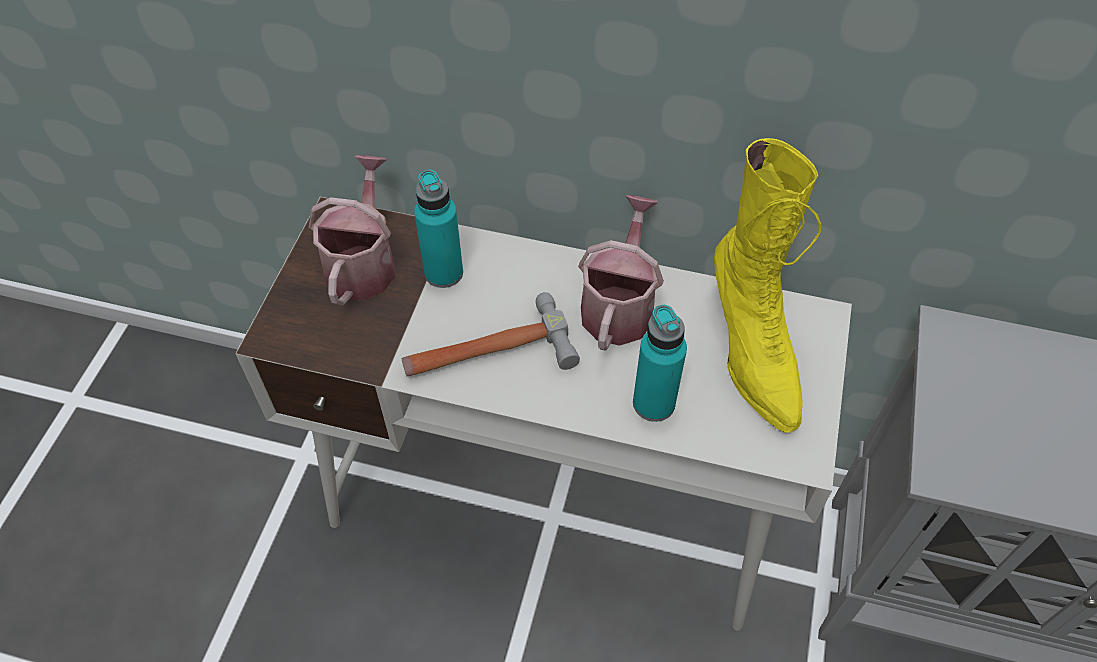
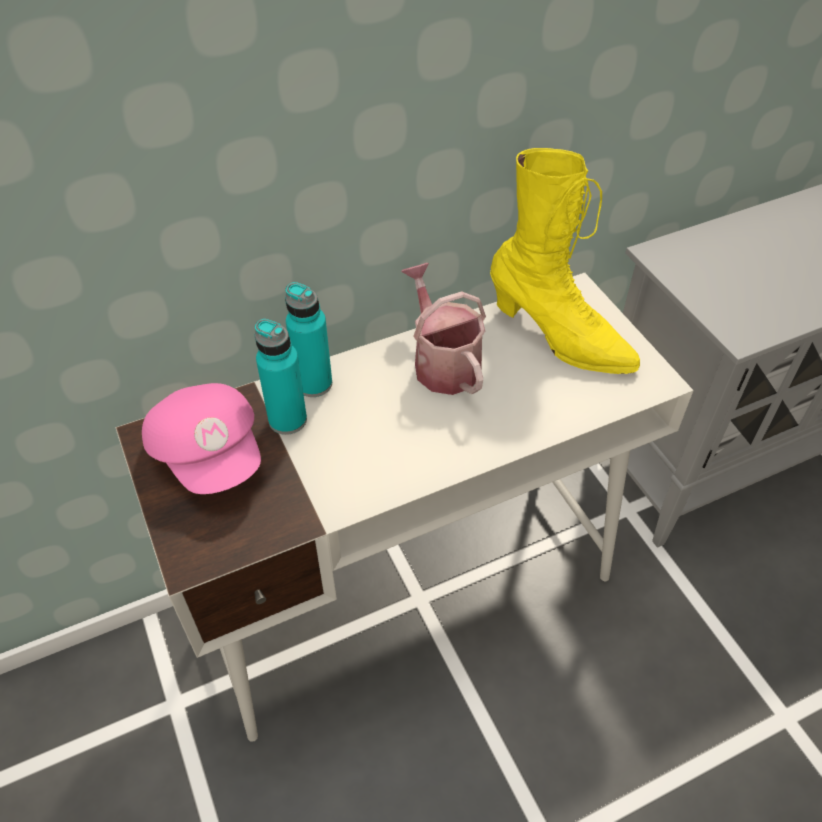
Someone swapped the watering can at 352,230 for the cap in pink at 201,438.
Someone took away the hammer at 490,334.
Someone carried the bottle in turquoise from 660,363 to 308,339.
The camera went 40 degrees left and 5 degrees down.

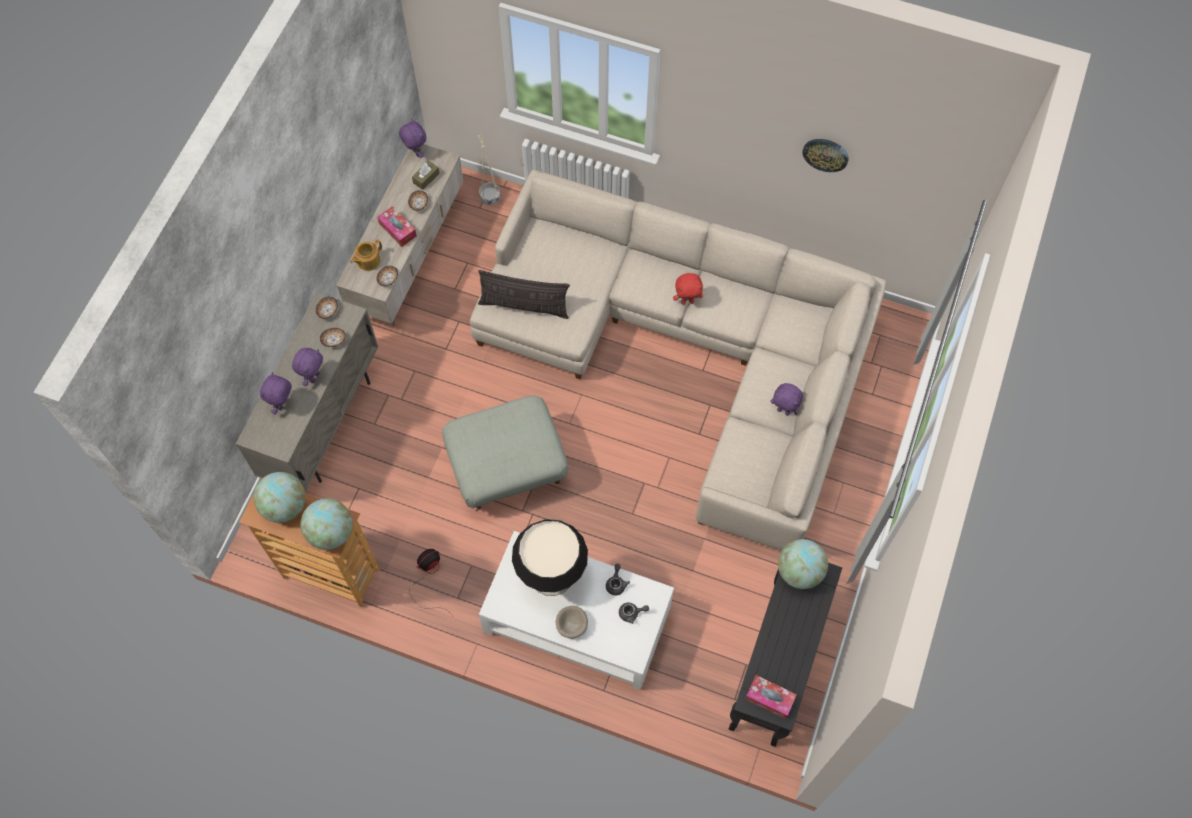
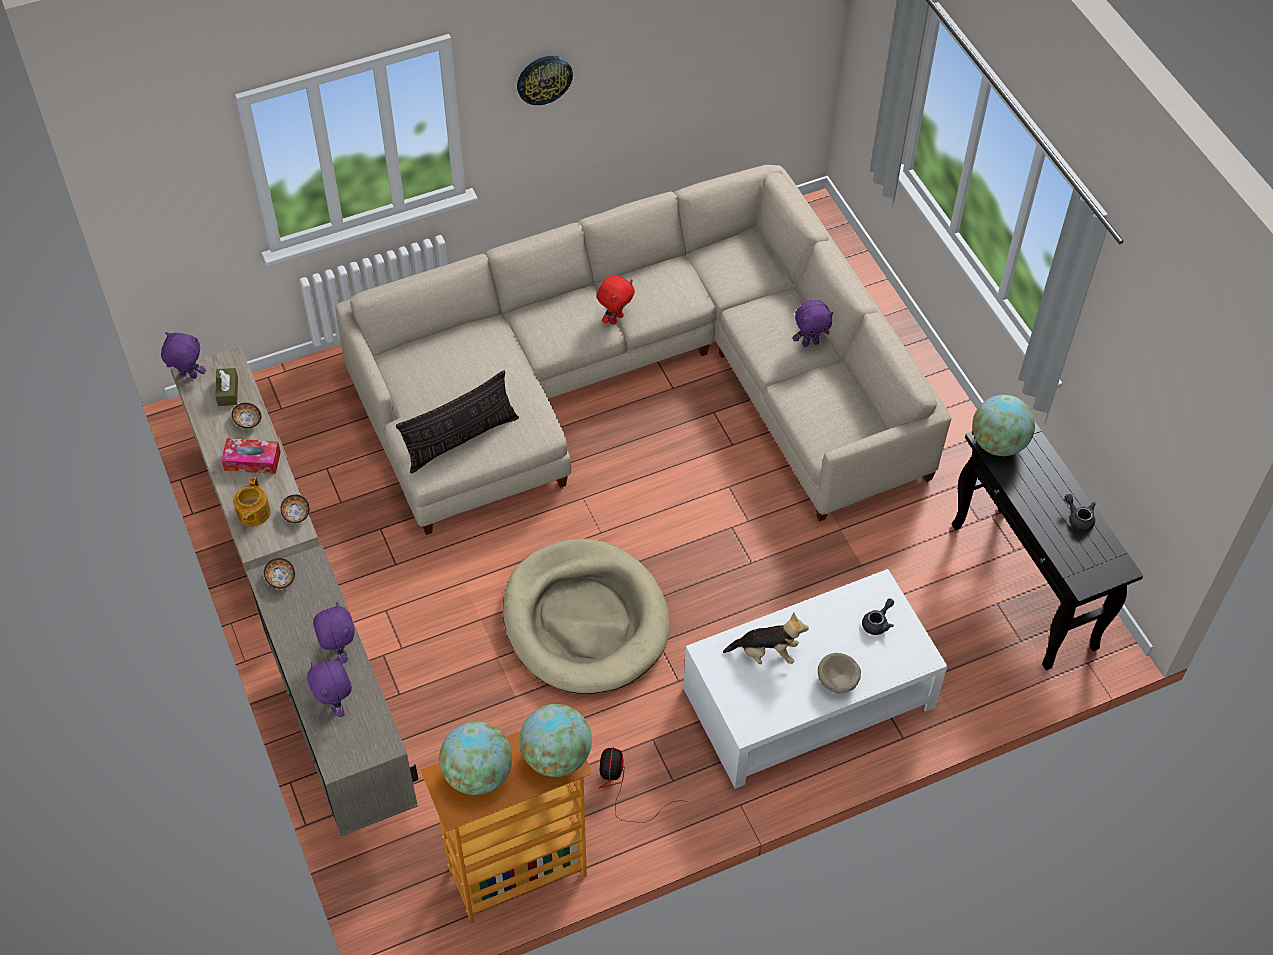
Someone took away the planter in beige at 489,168.
Someone carried the wall clock from 825,155 to 545,80.
Someone took away the bowl at 333,337.
Someone swapped the ottoman in grey at 505,453 for the dog bed in beige at 586,616.
Someone swapped the table lamp at 550,557 for the plush toy at 766,638.
Someone carried the teapot in grey from 618,580 to 1080,512.
Someone took away the tissue box at 771,697.
The camera went 45 degrees left and 10 degrees down.

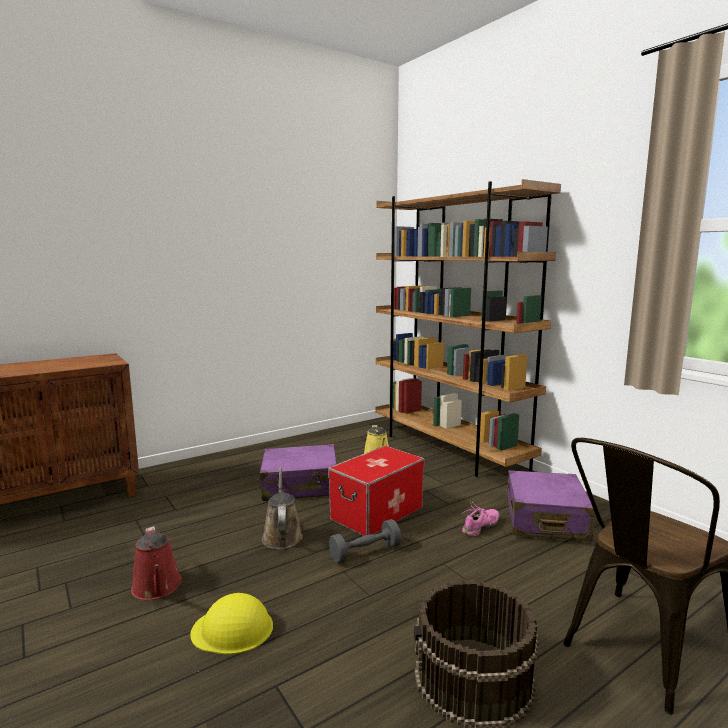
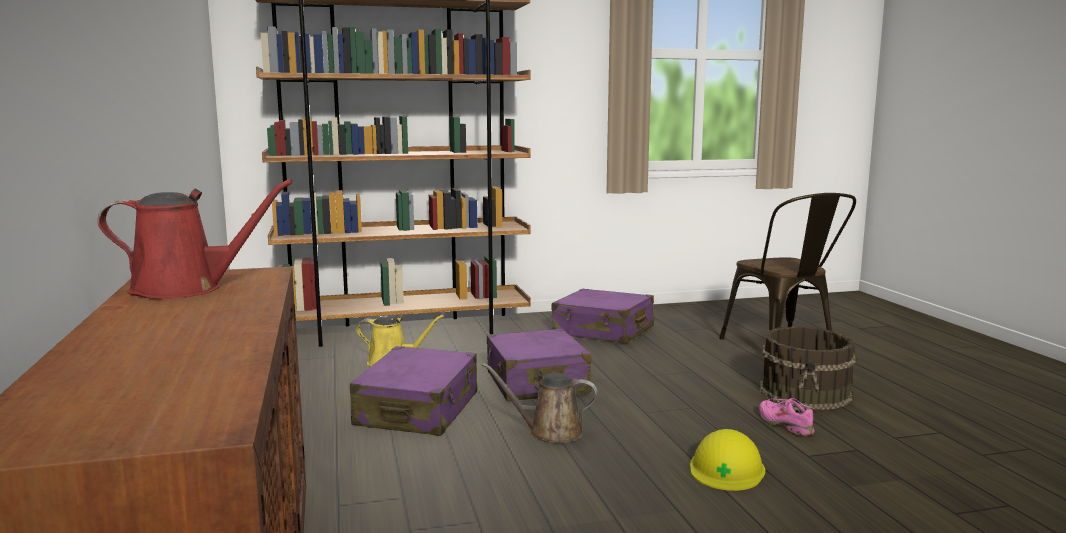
Someone swapped the storage box at 376,491 for the suitcase in purple at 539,364.
Someone carried the shoe in pink from 480,519 to 787,417.
Someone took away the dumbbell in grey at 365,541.
Someone carried the watering can in red from 156,563 to 195,239.
The camera went 70 degrees left and 0 degrees up.

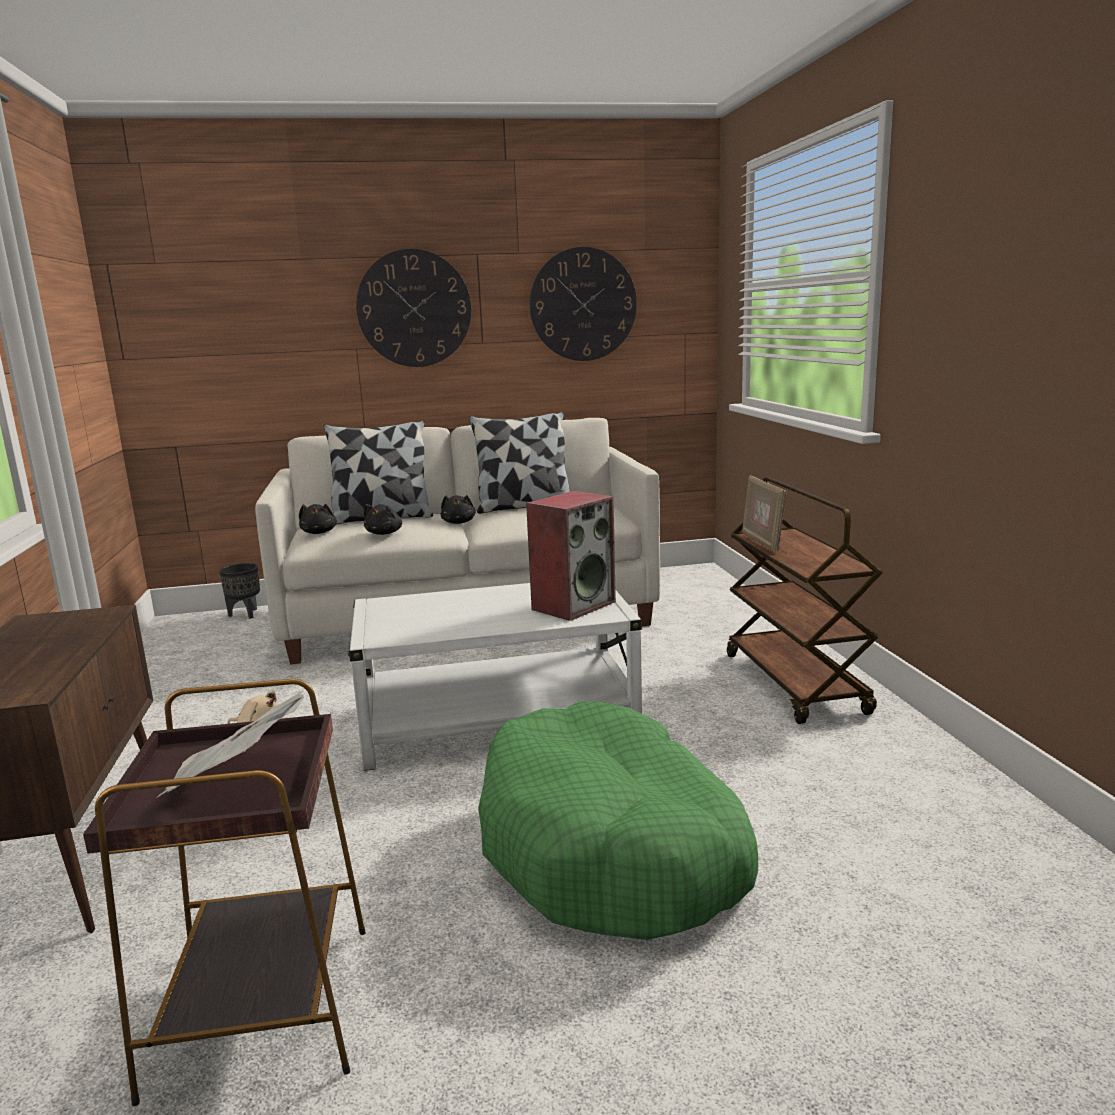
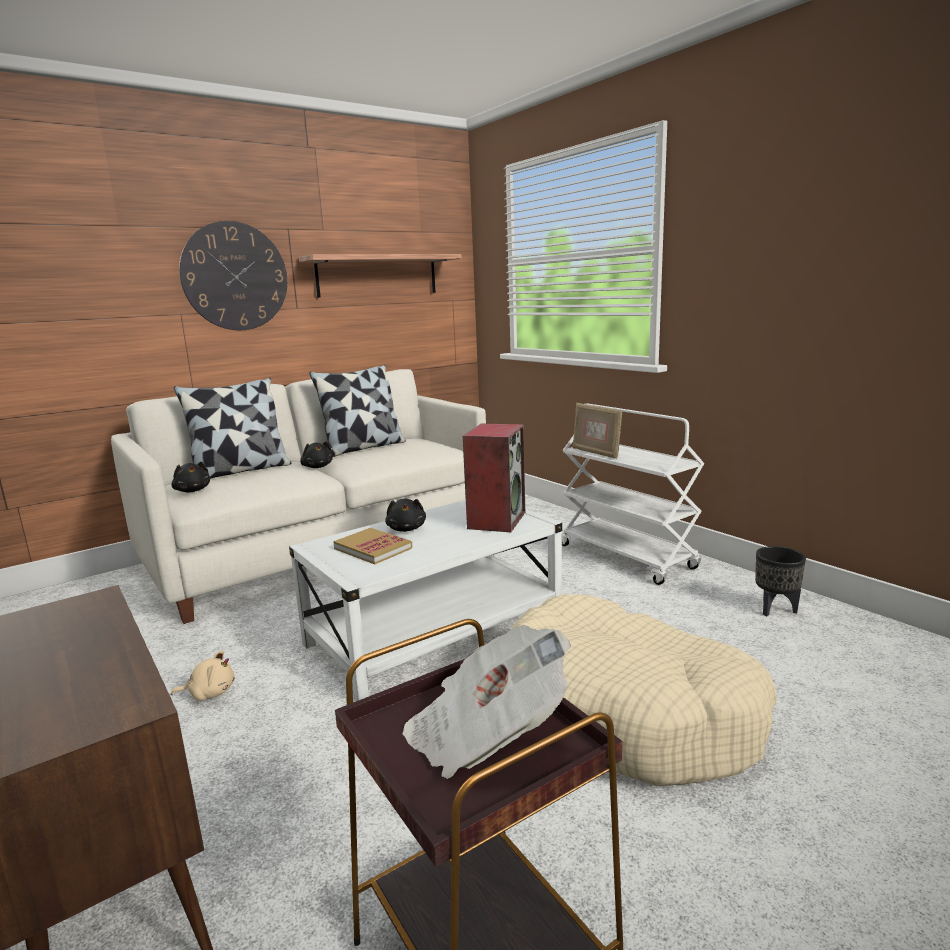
Someone swapped the wall clock at 583,304 for the shelf at 380,276.
Someone repainted the cart in brown at 805,600, which became the cart in white at 633,494.
Someone carried the plush toy in black from 383,519 to 405,515.
Someone carried the planter in black from 239,591 to 780,581.
Someone repainted the dog bed in green at 618,821, which became the dog bed in beige at 644,690.
Someone put down the book at 373,546.
The camera went 25 degrees left and 0 degrees up.

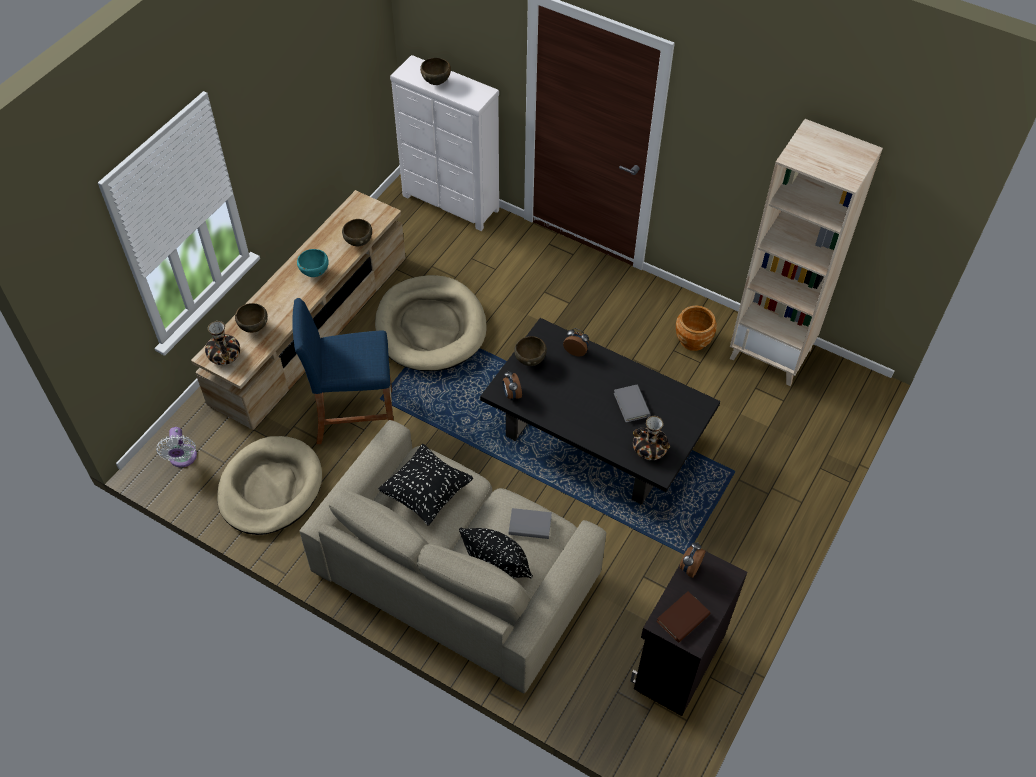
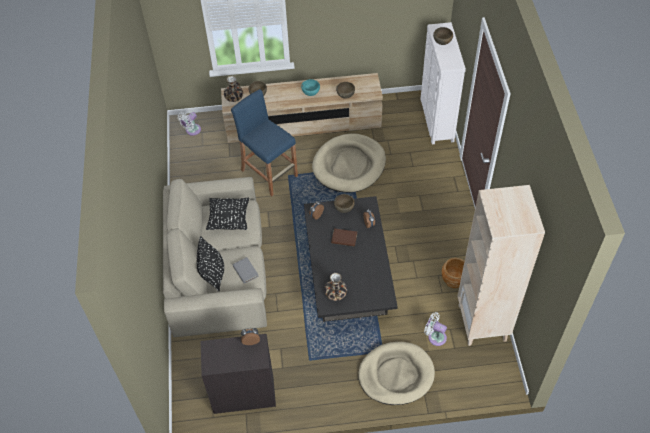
Someone took away the book in grey at 632,403.
Someone carried the dog bed in beige from 269,485 to 396,373.
Someone carried the book in brown from 683,617 to 344,237.
Someone put down the fan in white at 435,329.
The camera went 55 degrees right and 0 degrees up.

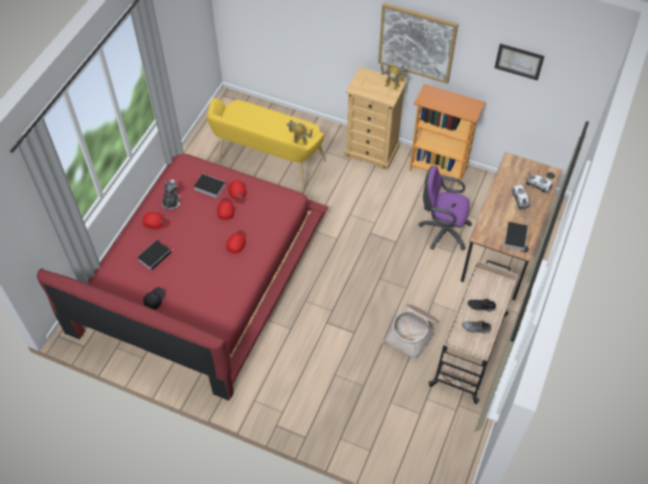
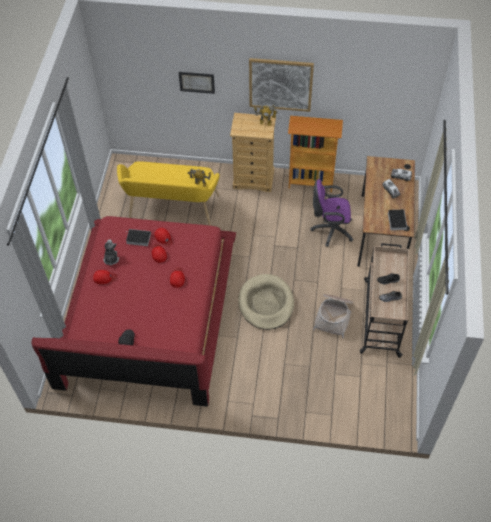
Someone carried the picture from 520,62 to 197,83.
Someone took away the book at 155,255.
Someone put down the dog bed in beige at 266,302.
The camera went 15 degrees left and 0 degrees up.

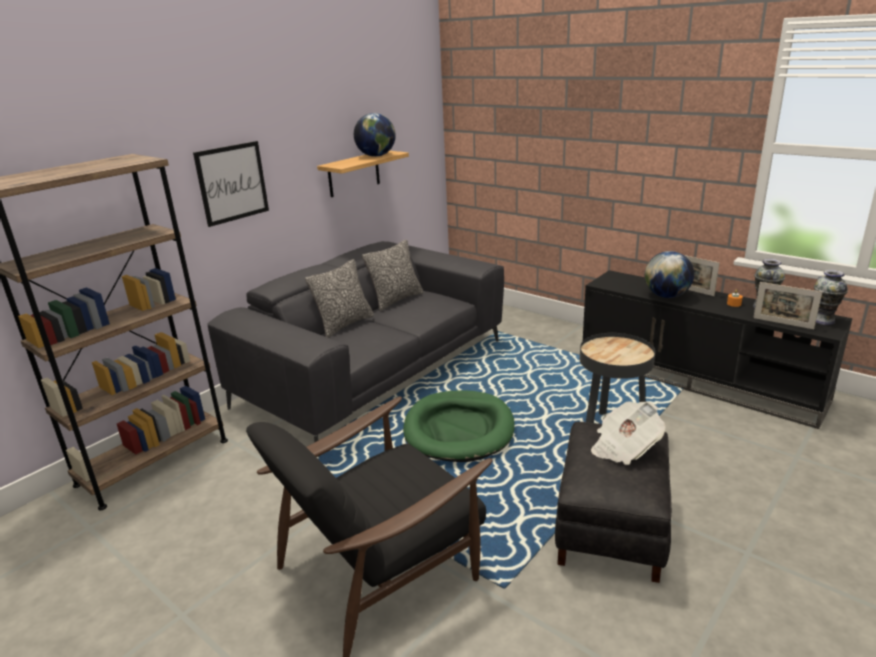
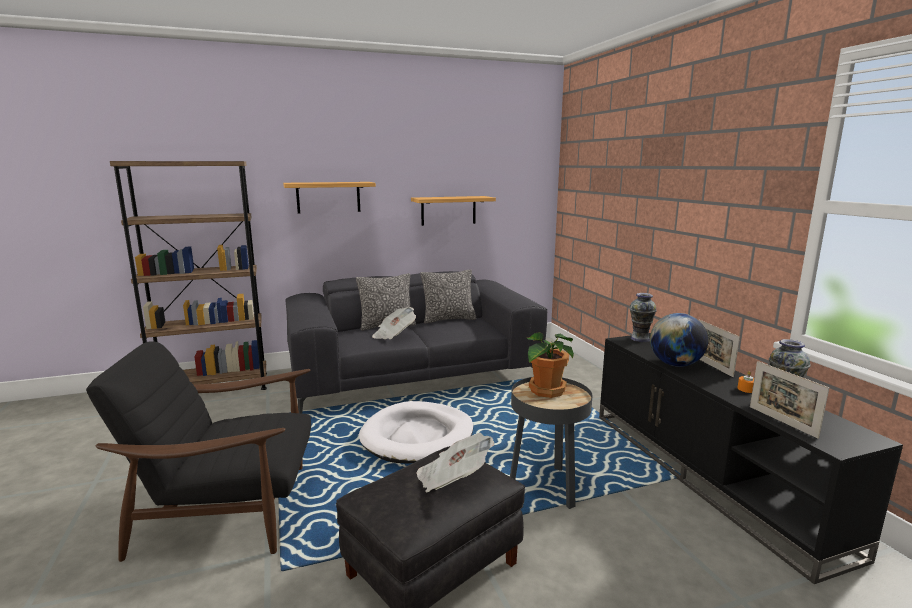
Someone took away the globe at 375,135.
Someone swapped the picture at 231,184 for the shelf at 329,198.
Someone carried the vase from 831,297 to 643,317.
Someone repainted the dog bed in green at 459,426, which became the dog bed in white at 416,432.
Someone put down the newspaper at 394,323.
Someone put down the potted plant at 550,365.
The camera went 30 degrees right and 10 degrees down.

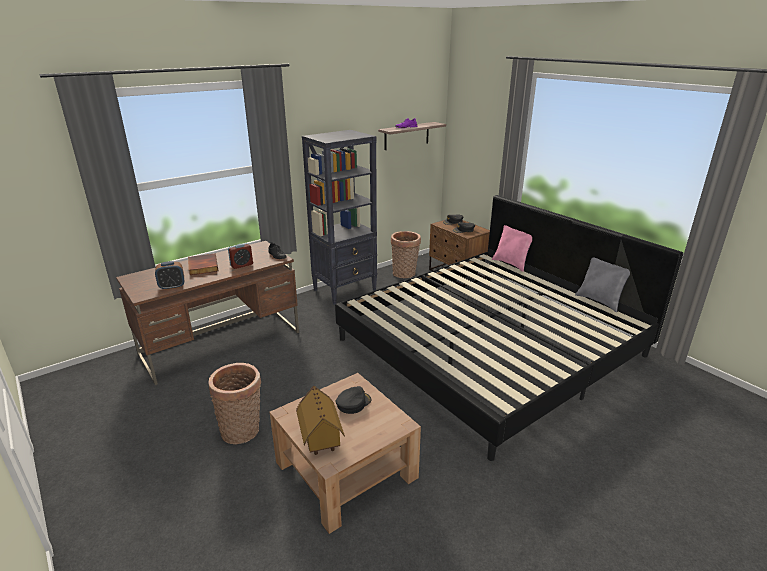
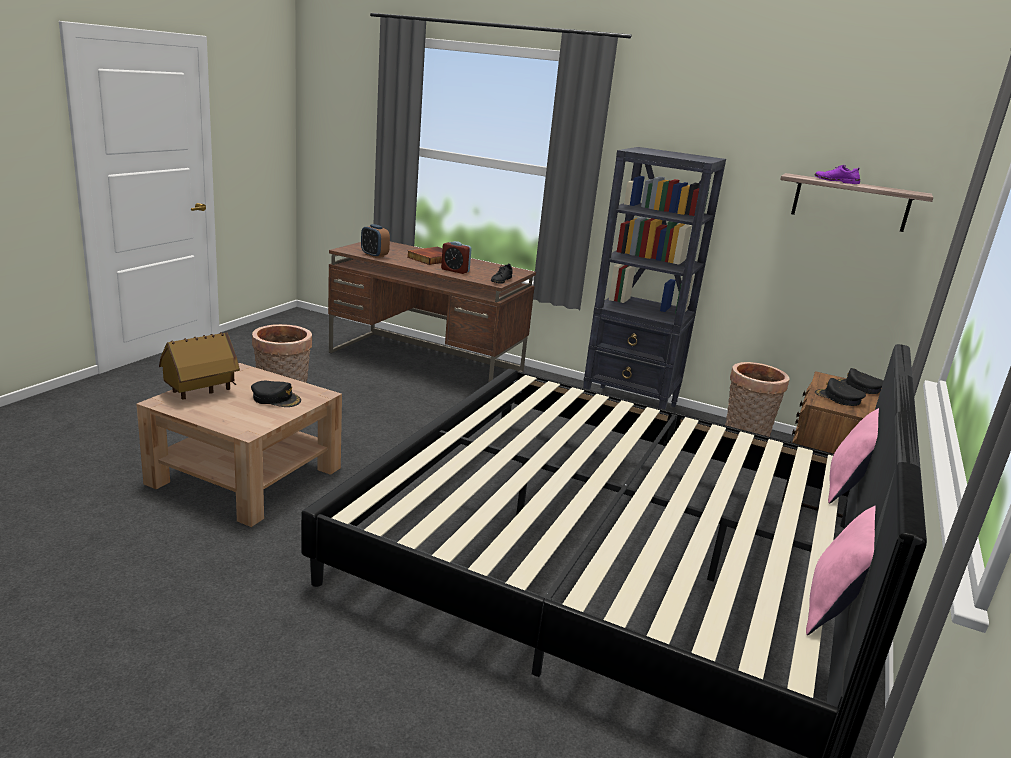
Someone repainted the pillow in grey at 602,284, which became the pillow in pink at 841,570.
The camera went 60 degrees right and 5 degrees down.

